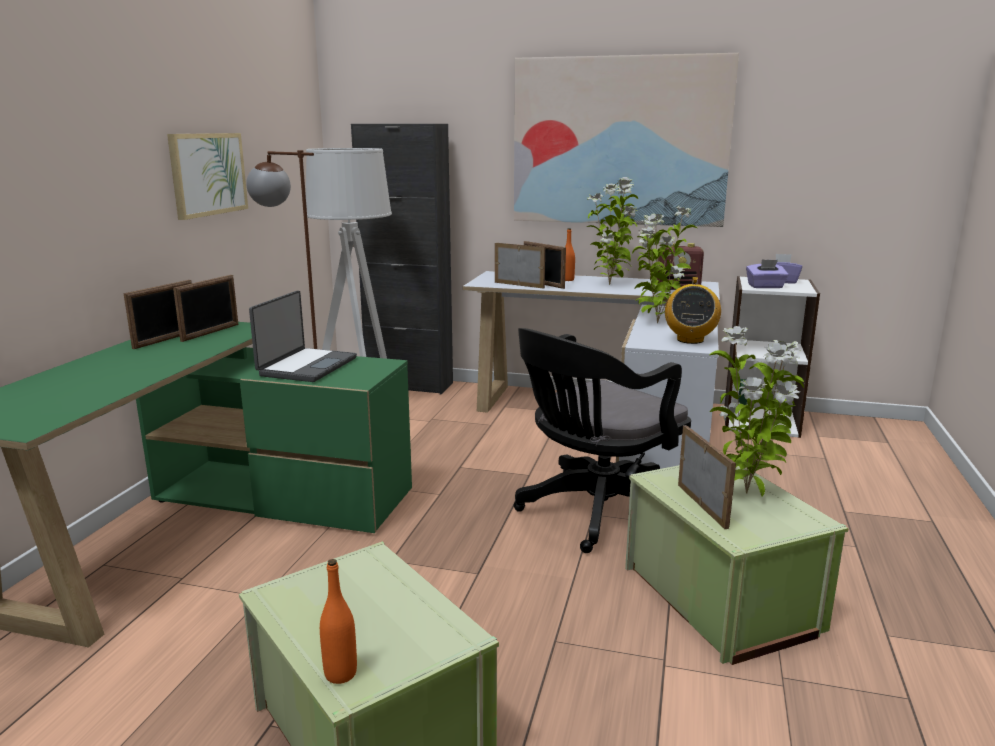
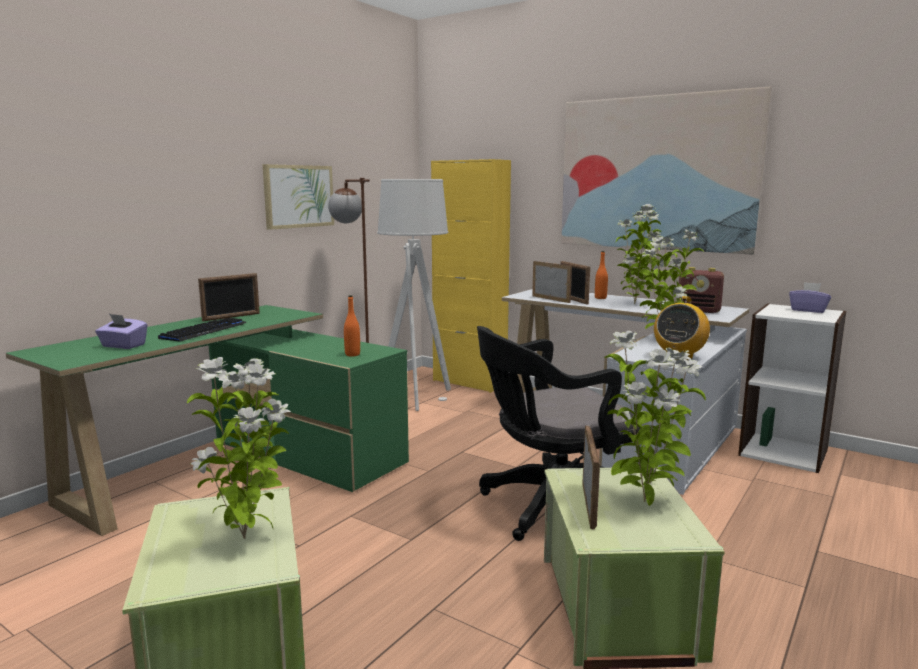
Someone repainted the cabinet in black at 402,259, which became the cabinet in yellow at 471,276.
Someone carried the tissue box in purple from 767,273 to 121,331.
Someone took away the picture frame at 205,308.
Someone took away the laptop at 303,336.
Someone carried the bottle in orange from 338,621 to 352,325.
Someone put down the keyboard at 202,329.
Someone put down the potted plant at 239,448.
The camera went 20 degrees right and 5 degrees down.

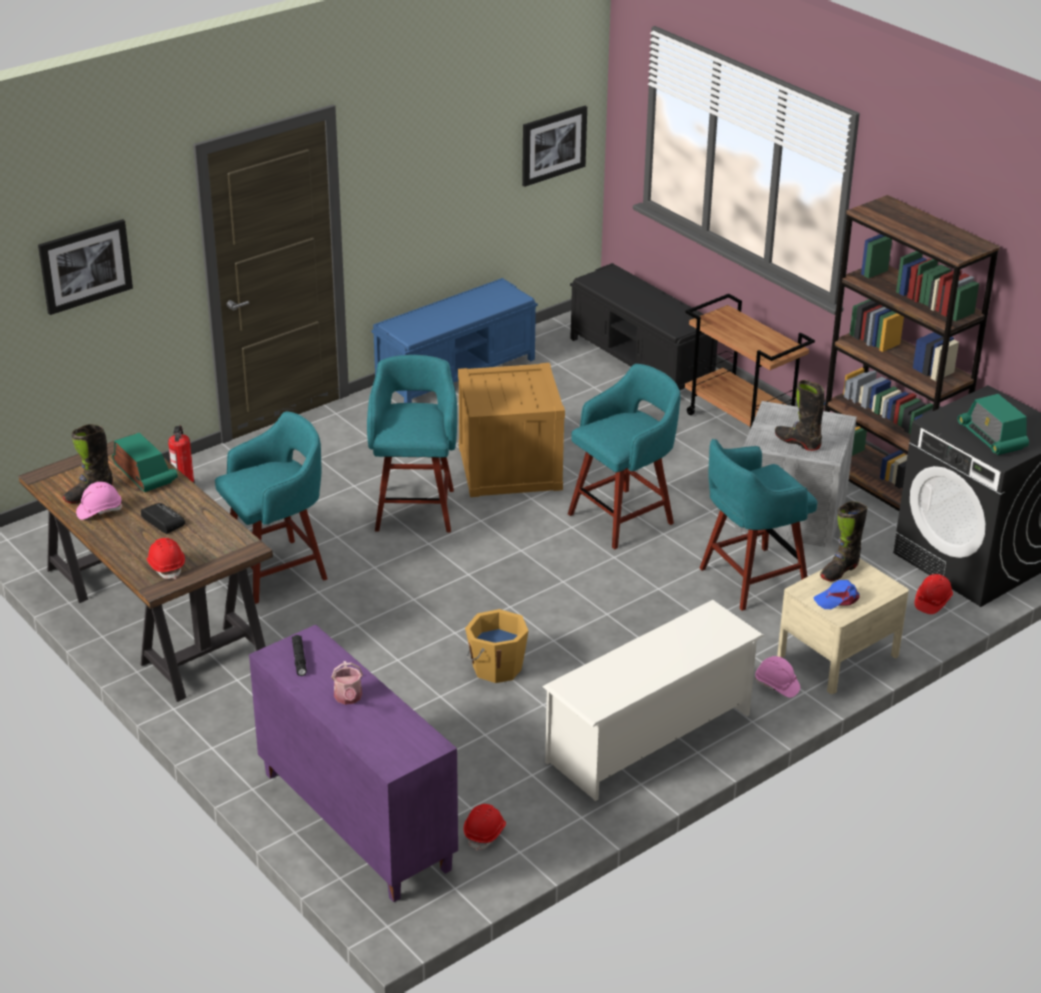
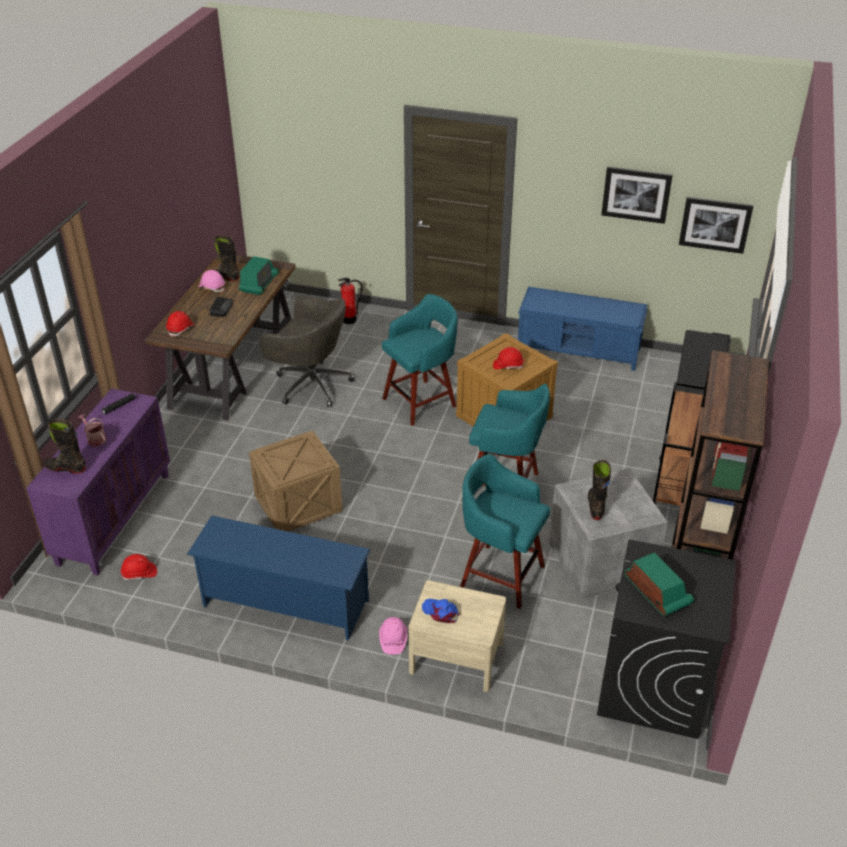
Someone carried the picture from 85,267 to 637,195.
Someone rotated the radio at 993,424 by 120 degrees clockwise.
Someone swapped the stool in turquoise at 271,507 for the office chair in grey at 307,351.
Someone carried the boot in black from 843,541 to 65,446.
Someone carried the hard hat in red from 934,594 to 508,358.
Someone repainted the shoe rack in white at 653,700, which became the shoe rack in blue at 278,577.
Someone swapped the bucket in orange at 496,646 for the crate at 296,481.
Someone rotated the watering can at 347,683 by 90 degrees clockwise.
The camera went 55 degrees right and 5 degrees up.

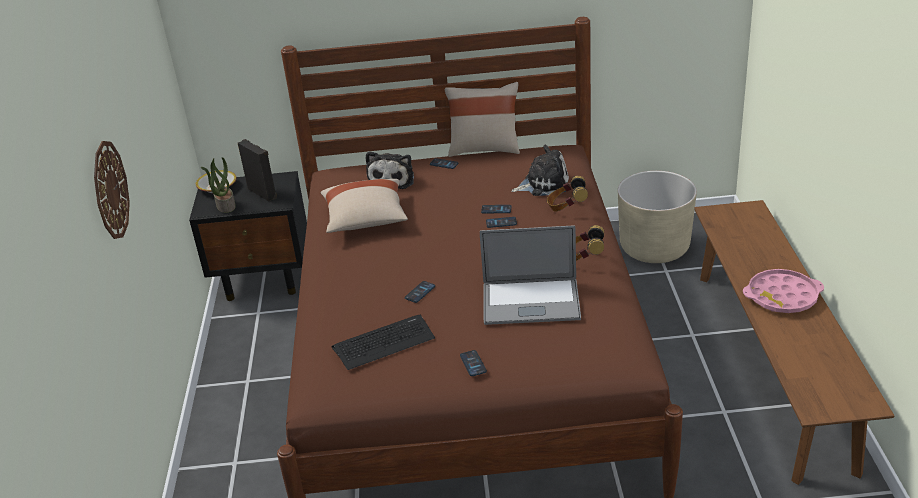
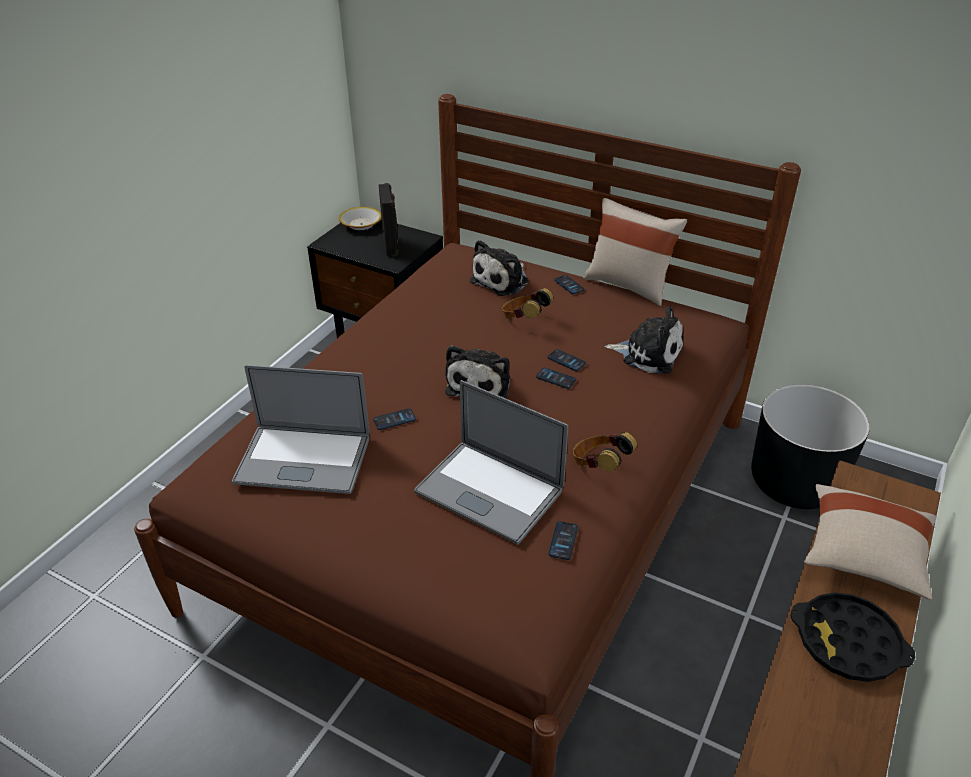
Someone took away the wall clock at 112,190.
Someone took away the potted plant at 218,185.
Someone repainted the planter in beige at 657,217, which became the planter in black at 810,446.
Someone carried the headphones from 567,194 to 527,303.
Someone carried the pillow in beige from 364,206 to 870,542.
Someone repainted the tray in pink at 783,291, which became the tray in black at 852,637.
Someone swapped the keyboard at 383,342 for the laptop at 301,429.
Someone carried the phone from 473,363 to 563,540.
Someone put down the plush toy at 477,371.
The camera went 30 degrees right and 5 degrees up.

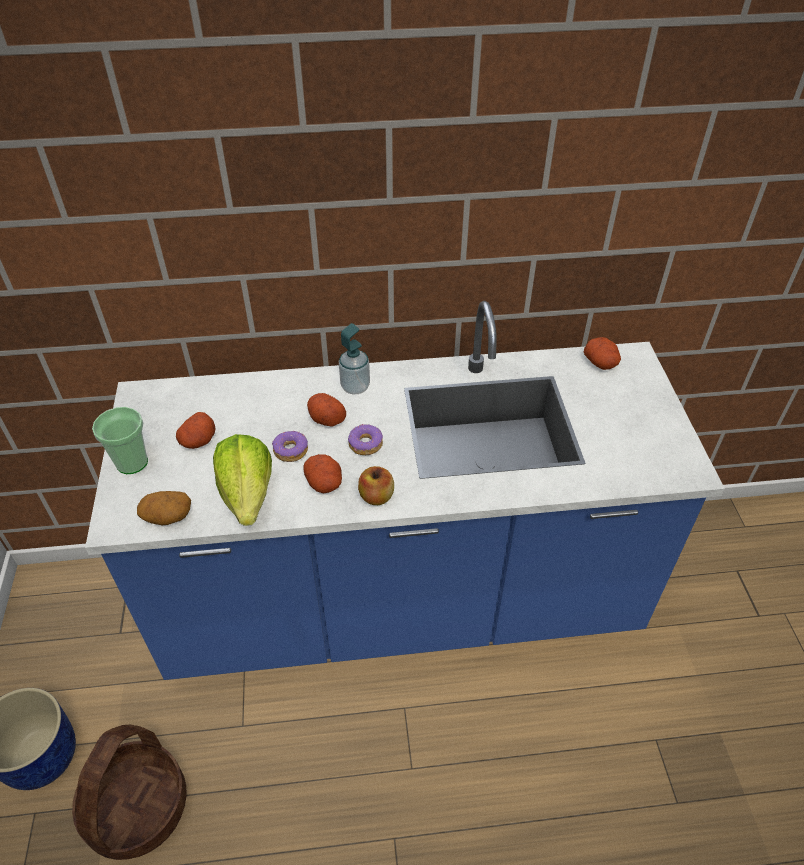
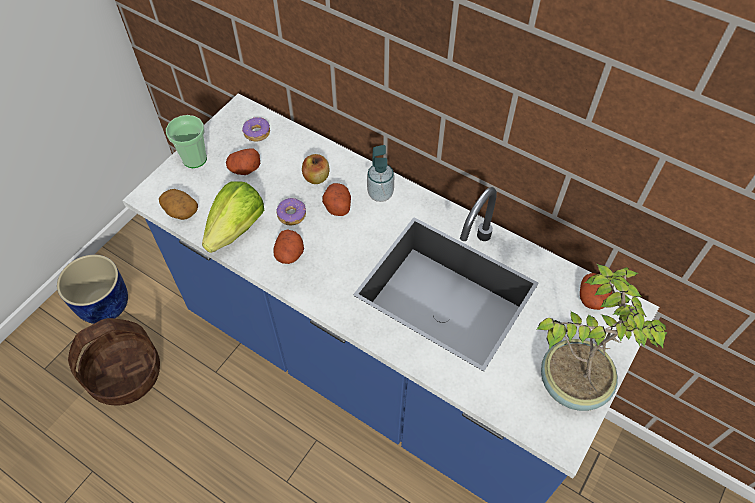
Someone carried the donut from 365,439 to 256,129.
Someone carried the apple from 376,485 to 316,169.
Someone put down the potted plant at 602,337.
The camera went 40 degrees right and 10 degrees up.

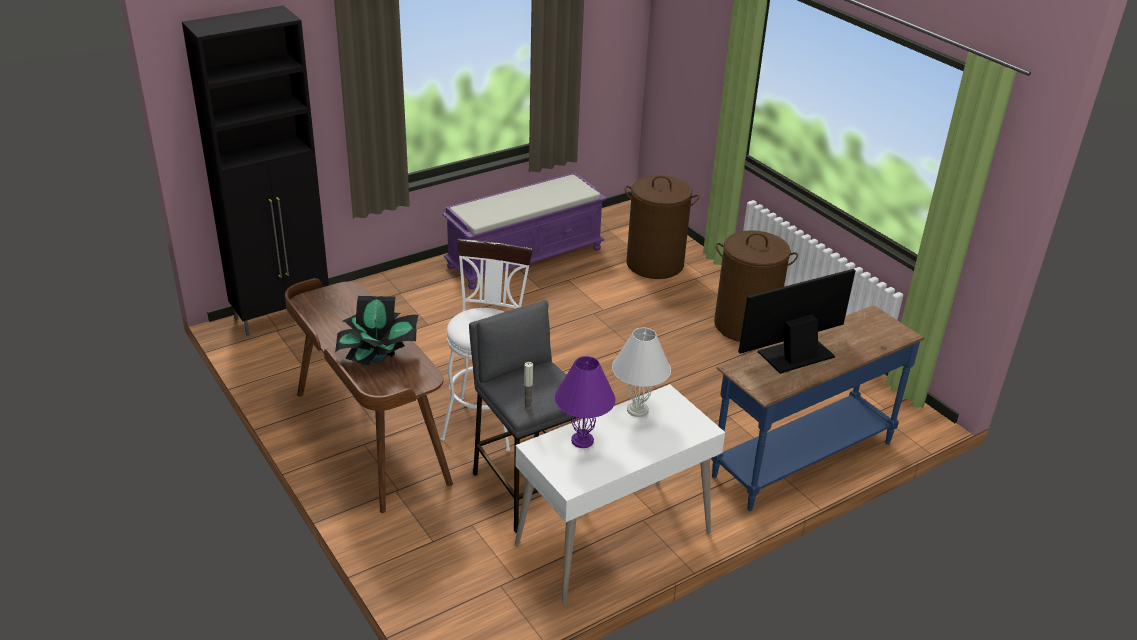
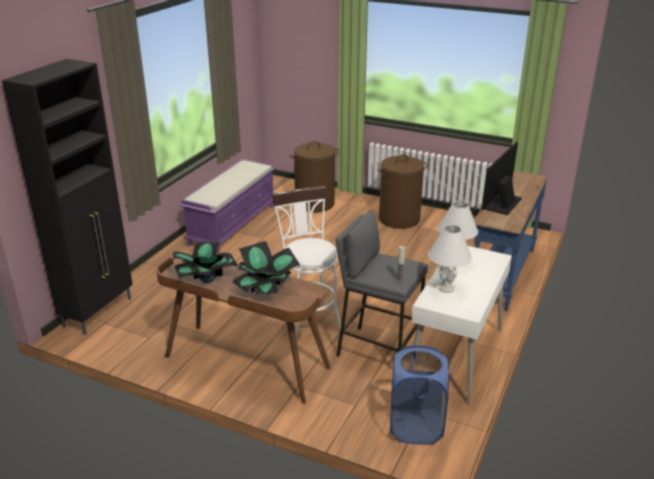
Someone repainted the table lamp in purple at 585,402, which became the table lamp in white at 450,259.
Someone put down the potted plant at 205,262.
Someone put down the laundry basket in blue at 419,395.
The camera went 30 degrees left and 5 degrees down.

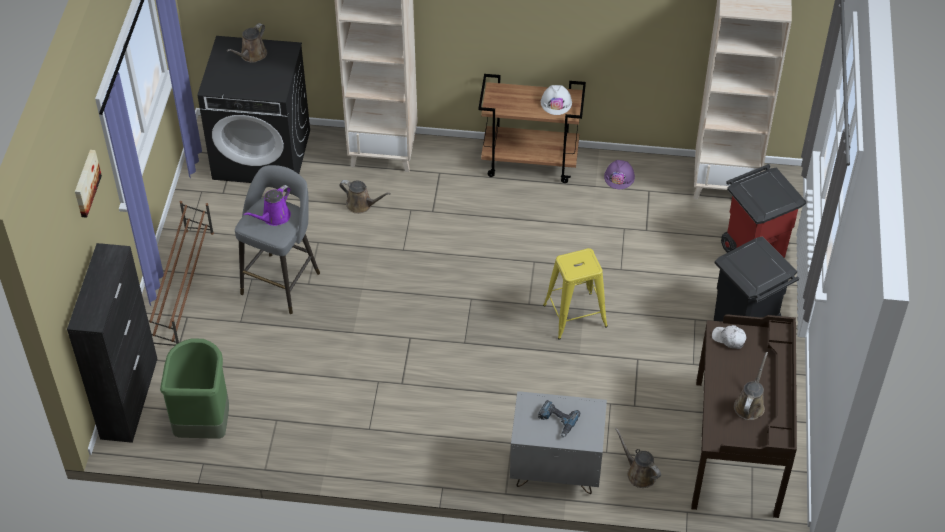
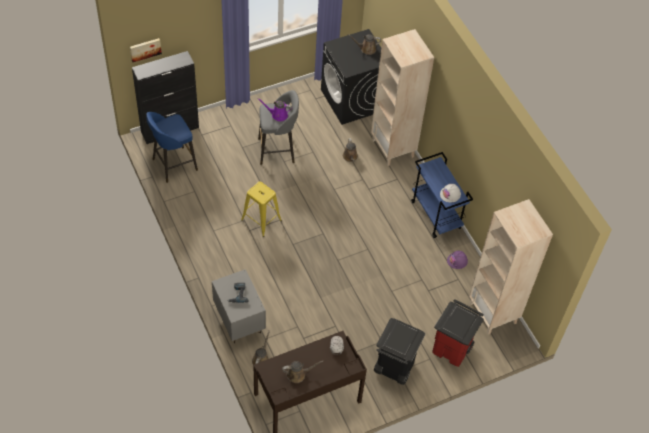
Someone repainted the cart in brown at 532,128, which became the cart in blue at 442,195.
Someone carried the picture from 88,184 to 146,50.
Someone took away the shoe rack in brown at 181,273.
Someone carried the stool in yellow from 575,294 to 261,209.
Someone swapped the trash can in green at 194,388 for the stool in blue at 172,147.
The camera went 55 degrees right and 5 degrees up.

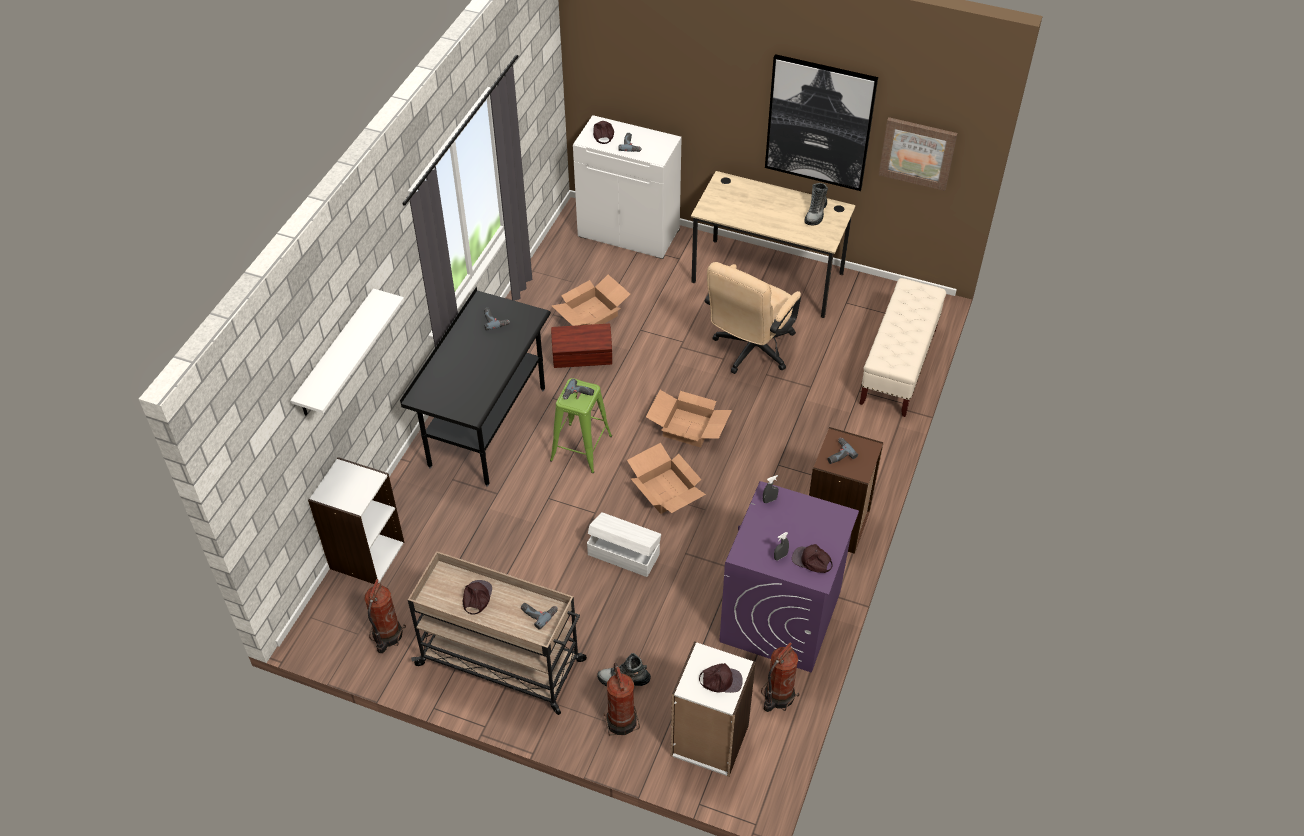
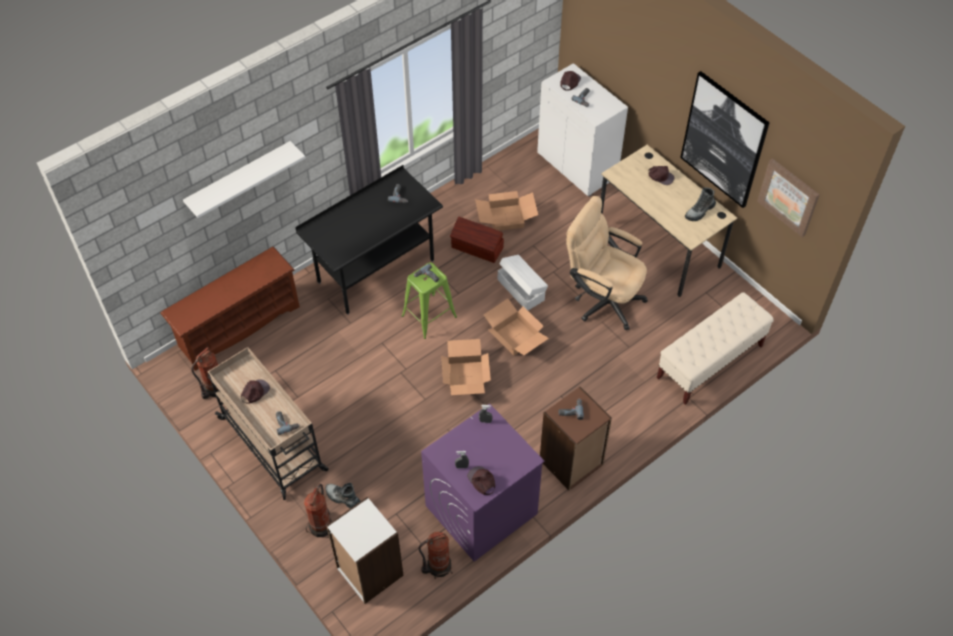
Someone rotated the office chair in beige at 753,318 by 60 degrees clockwise.
Someone swapped the bookcase in white at 356,520 for the shoe rack in brown at 230,309.
Someone carried the storage box in white from 624,544 to 523,282.
Someone carried the cap in brown from 721,678 to 661,175.
The camera went 30 degrees right and 5 degrees up.

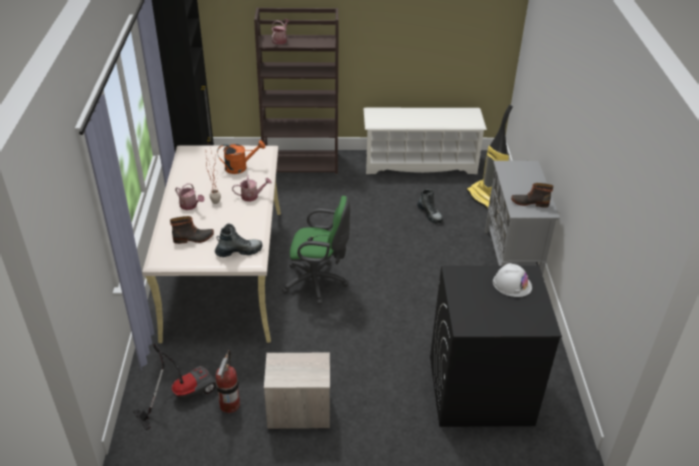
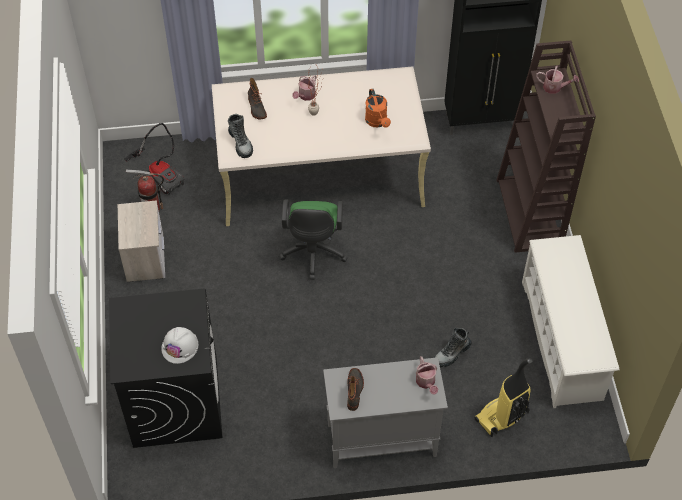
Someone carried the watering can from 252,188 to 427,375.
The camera went 85 degrees right and 15 degrees up.

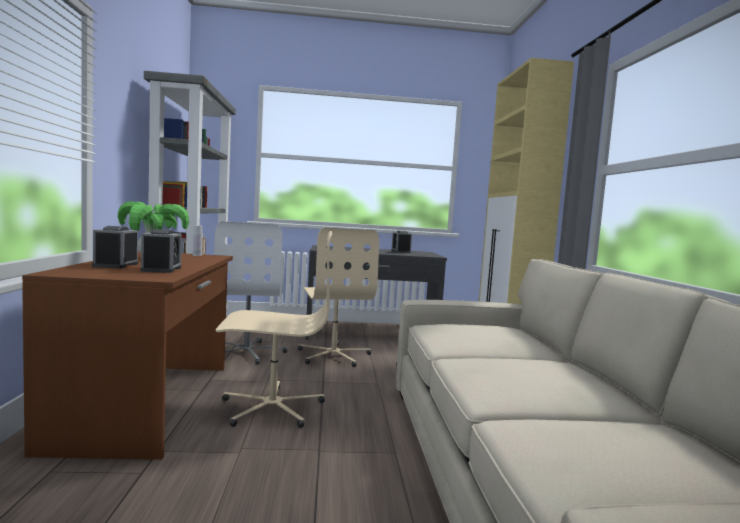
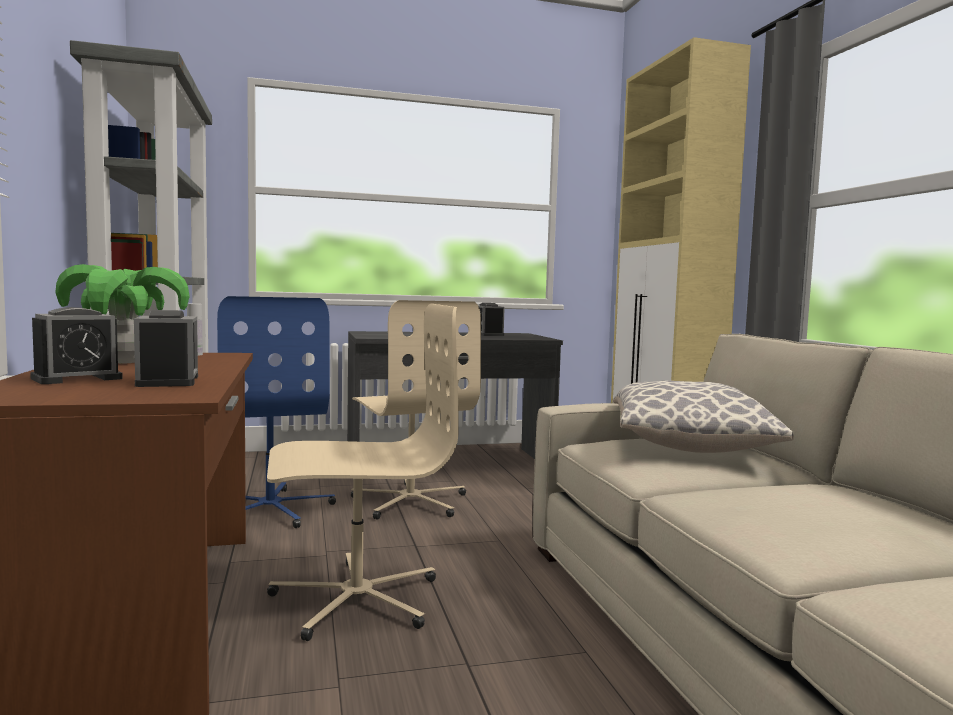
Someone repainted the office chair in white at 250,293, which became the office chair in blue at 276,412.
Someone rotated the alarm clock at 115,247 by 120 degrees counterclockwise.
Someone put down the pillow at 703,417.
The camera went 10 degrees left and 0 degrees up.

